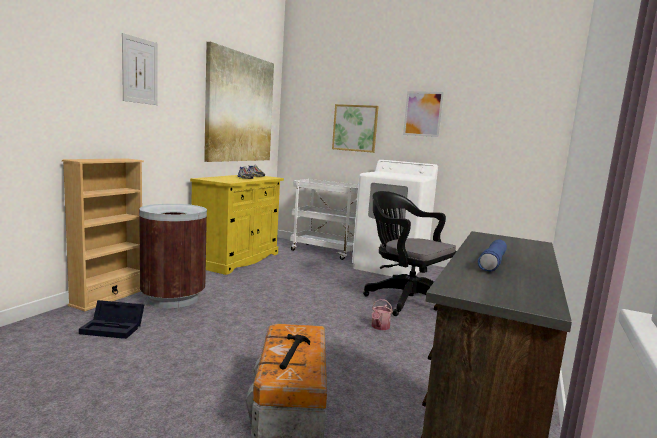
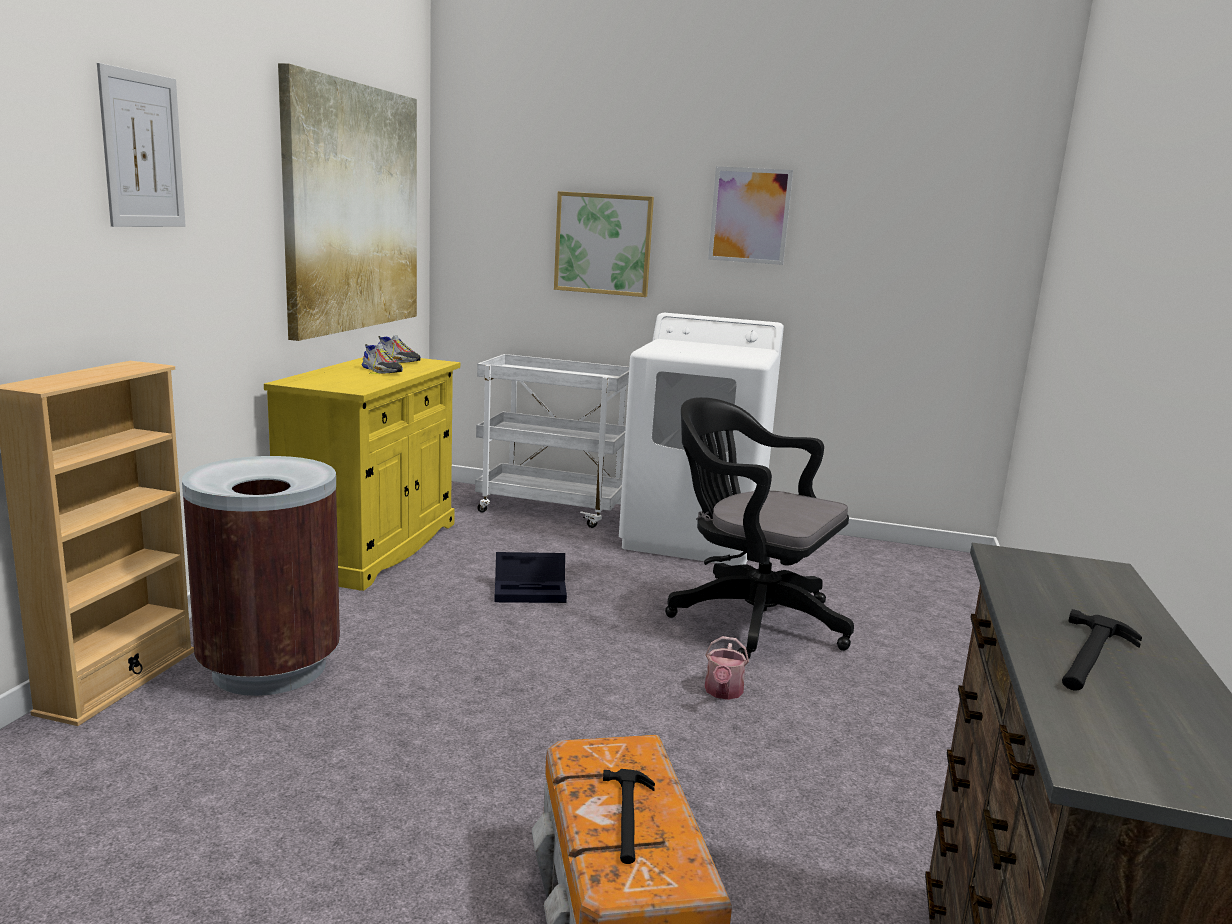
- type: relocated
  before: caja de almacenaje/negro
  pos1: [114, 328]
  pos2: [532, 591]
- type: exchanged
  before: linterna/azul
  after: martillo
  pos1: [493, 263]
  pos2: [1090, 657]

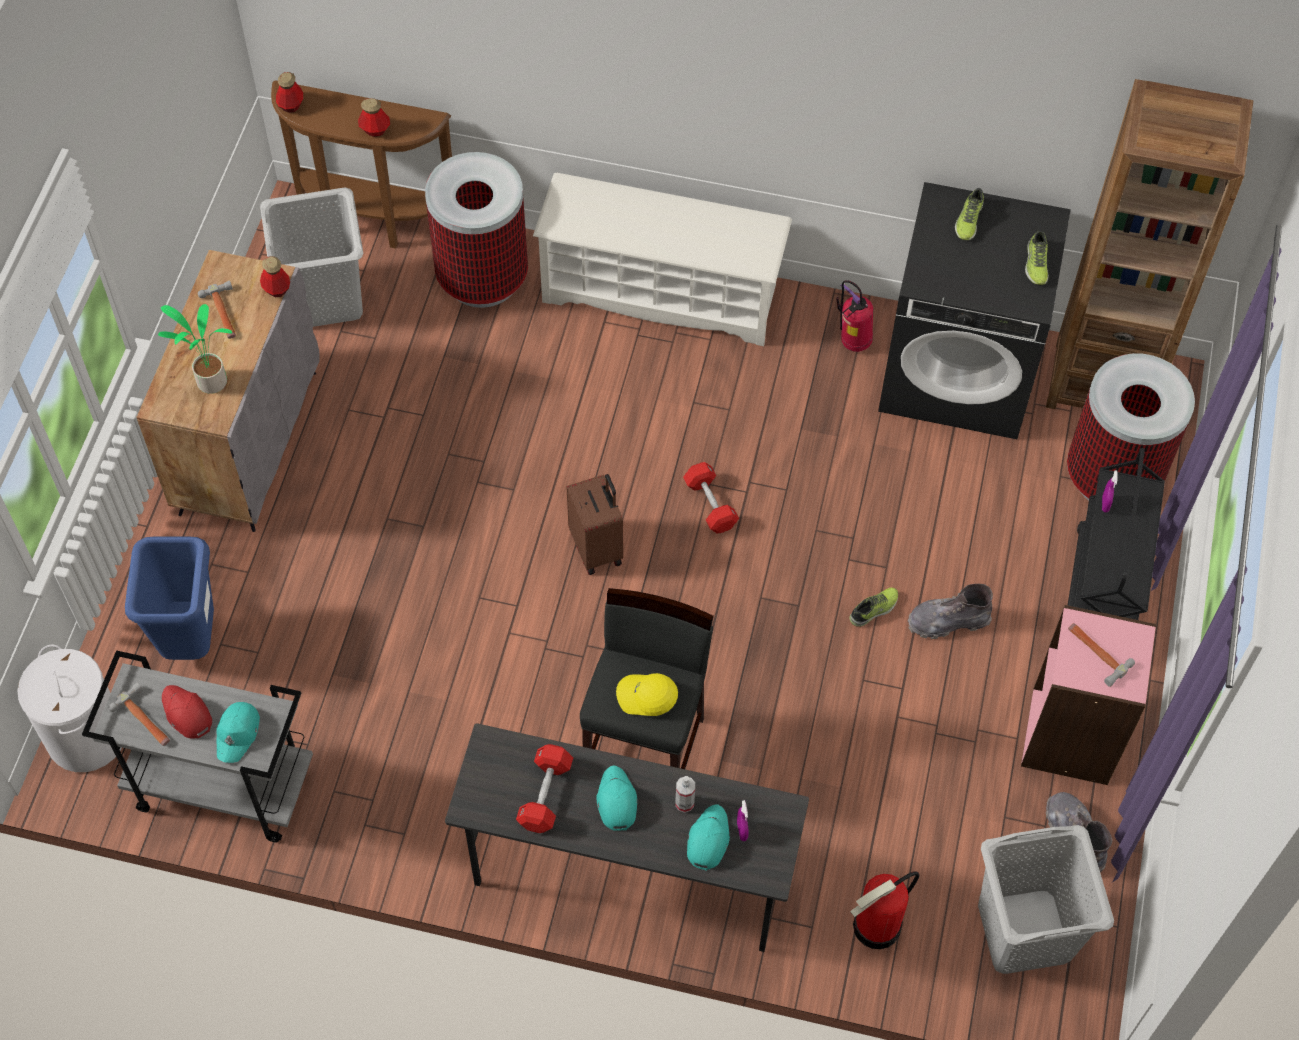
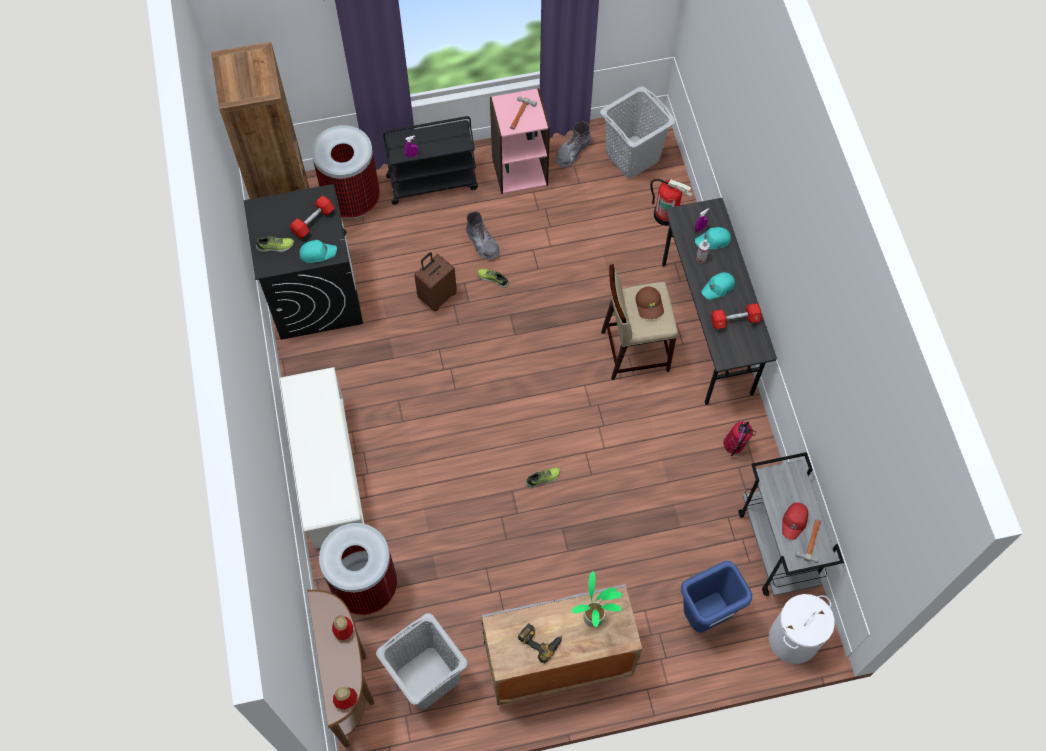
- type: missing
  before: botella
  pos1: [276, 289]
- type: relocated
  before: gorra/turquesa
  pos1: [238, 733]
  pos2: [317, 253]
- type: relocated
  before: maleta/marrón
  pos1: [597, 548]
  pos2: [437, 296]
- type: relocated
  before: mancuerna/rojo
  pos1: [710, 504]
  pos2: [313, 221]
- type: relocated
  before: extintor
  pos1: [852, 343]
  pos2: [734, 447]
- type: relocated
  before: zapato
  pos1: [1036, 263]
  pos2: [543, 479]
- type: exchanged
  before: martillo
  after: taladro
  pos1: [223, 314]
  pos2: [540, 640]
- type: colour
  before: taburete/negro
  after: taburete/beis
  pos1: [645, 749]
  pos2: [634, 350]
- type: colour
  before: gorra/amarillo
  after: gorra/marrón
  pos1: [646, 697]
  pos2: [650, 305]

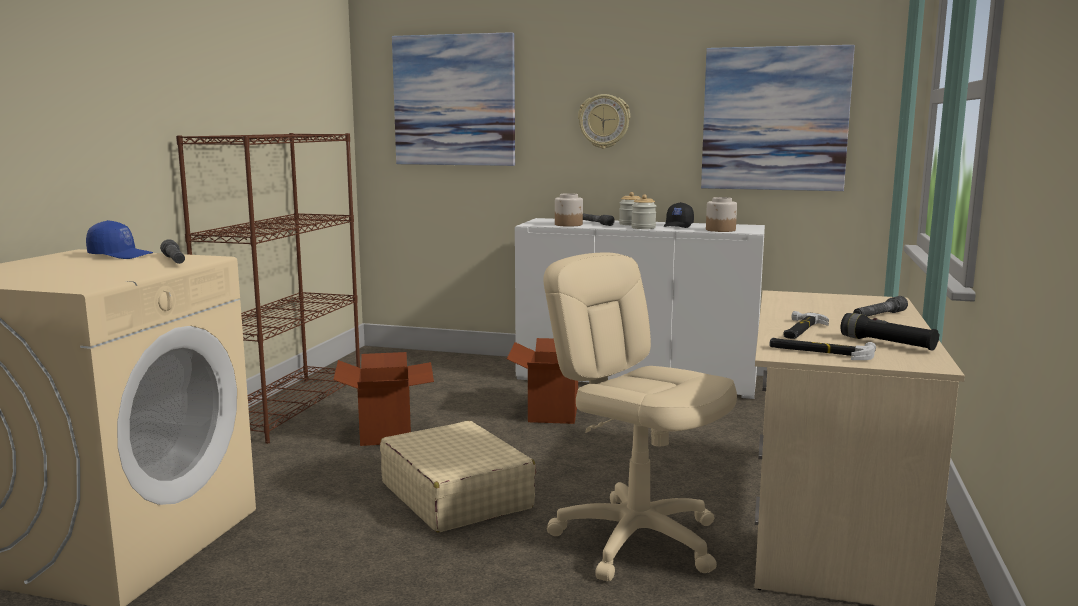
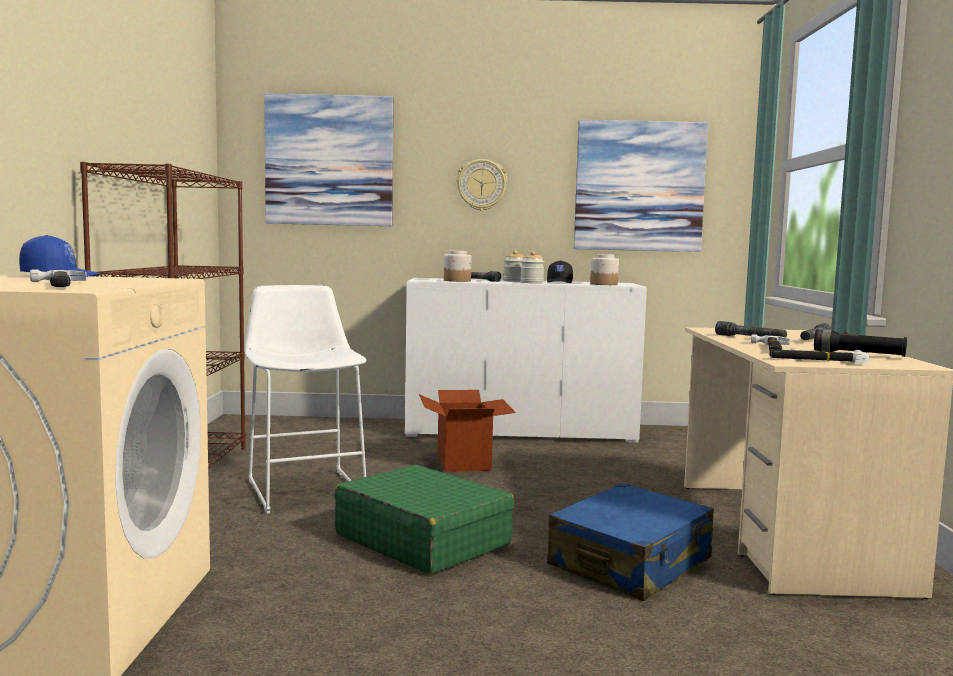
- type: appeared
  after: martillo
  pos2: [58, 284]
- type: relocated
  before: linterna/gris
  pos1: [174, 261]
  pos2: [750, 338]
- type: exchanged
  before: caja de cartón
  after: taburete/blanco
  pos1: [387, 432]
  pos2: [305, 488]
- type: exchanged
  before: silla de oficina/beis
  after: maleta/azul
  pos1: [637, 540]
  pos2: [630, 563]
- type: colour
  before: maleta/beis
  after: maleta/verde
  pos1: [456, 495]
  pos2: [422, 539]

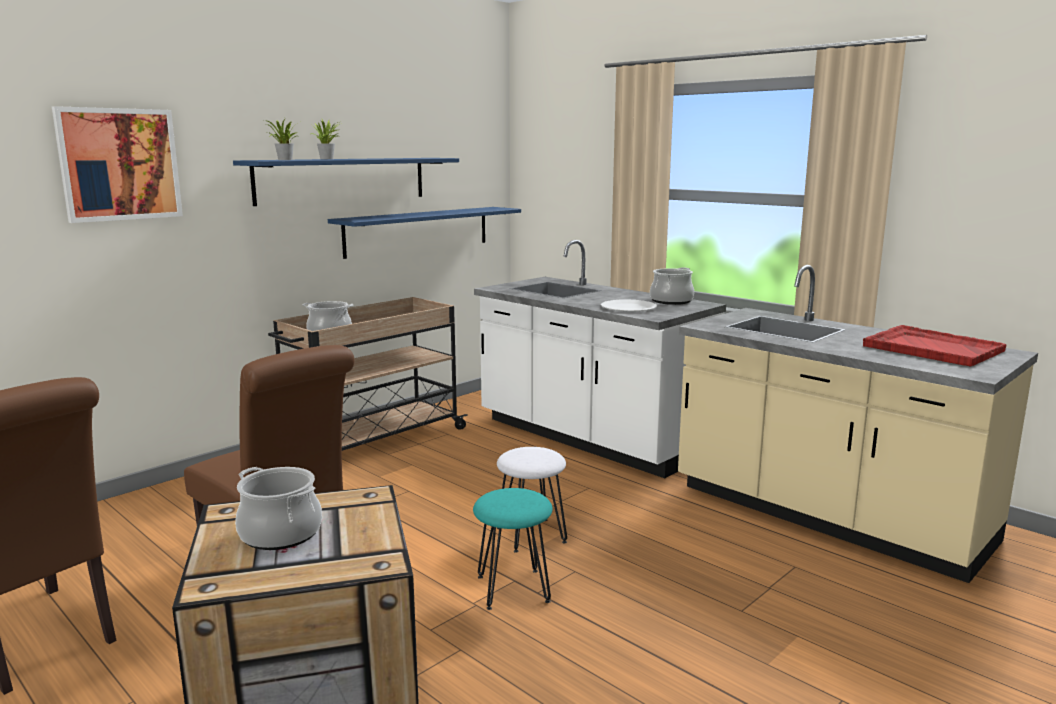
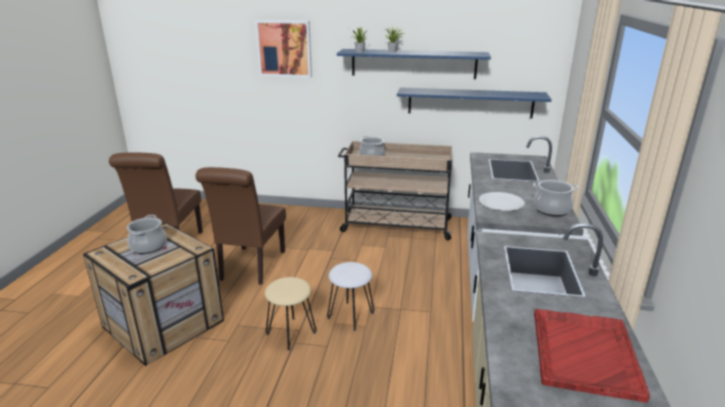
- type: colour
  before: taburete/turquesa
  after: taburete/beis
  pos1: [513, 588]
  pos2: [291, 333]

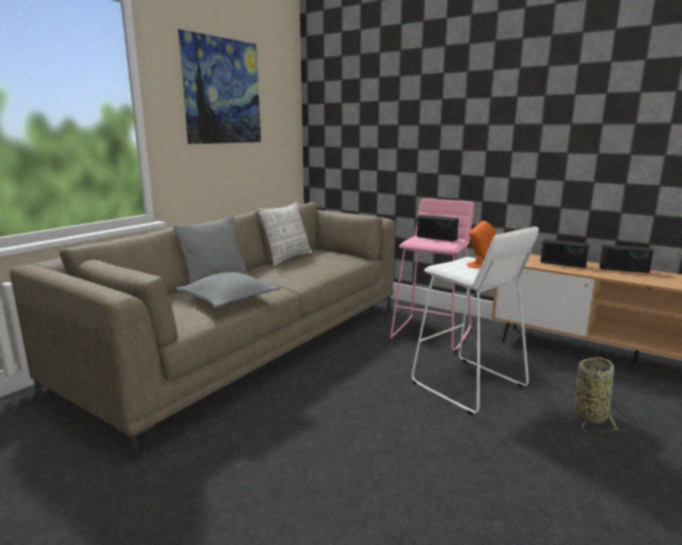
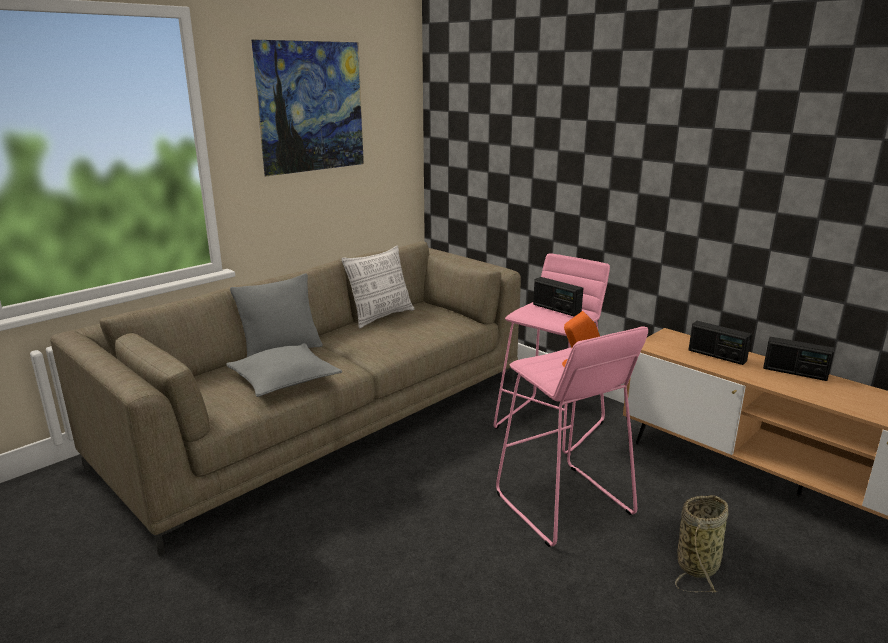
- type: colour
  before: taburete/blanco
  after: taburete/rosa
  pos1: [467, 385]
  pos2: [562, 504]

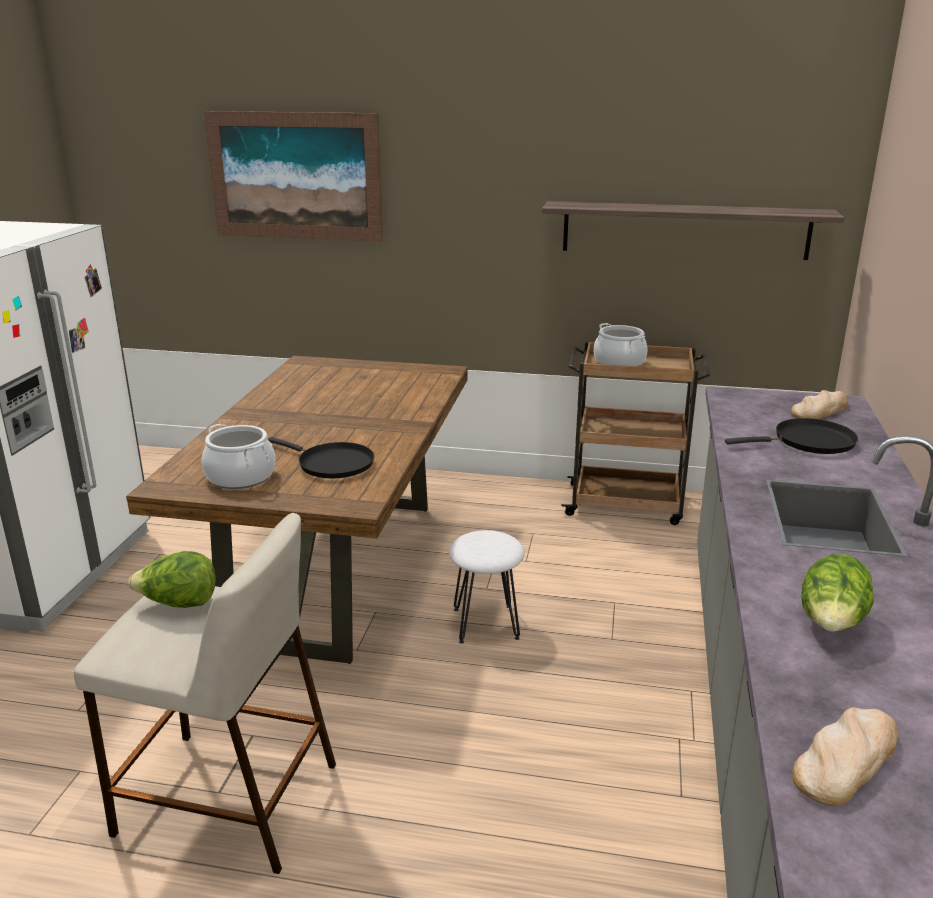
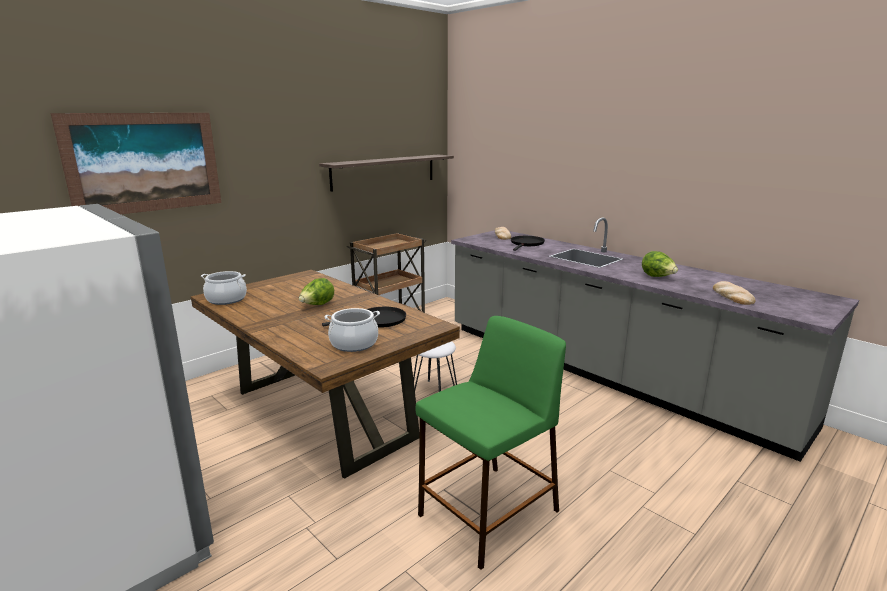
- type: relocated
  before: lechuga
  pos1: [179, 604]
  pos2: [317, 305]
- type: relocated
  before: olla
  pos1: [619, 363]
  pos2: [226, 299]
- type: colour
  before: taburete/beis
  after: taburete/verde
  pos1: [224, 799]
  pos2: [488, 514]

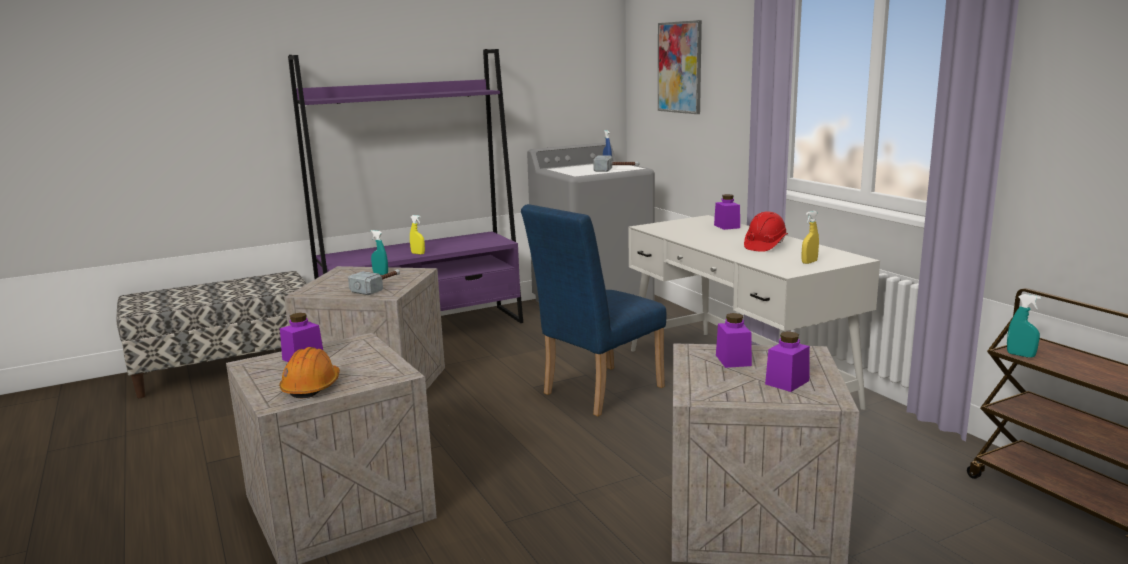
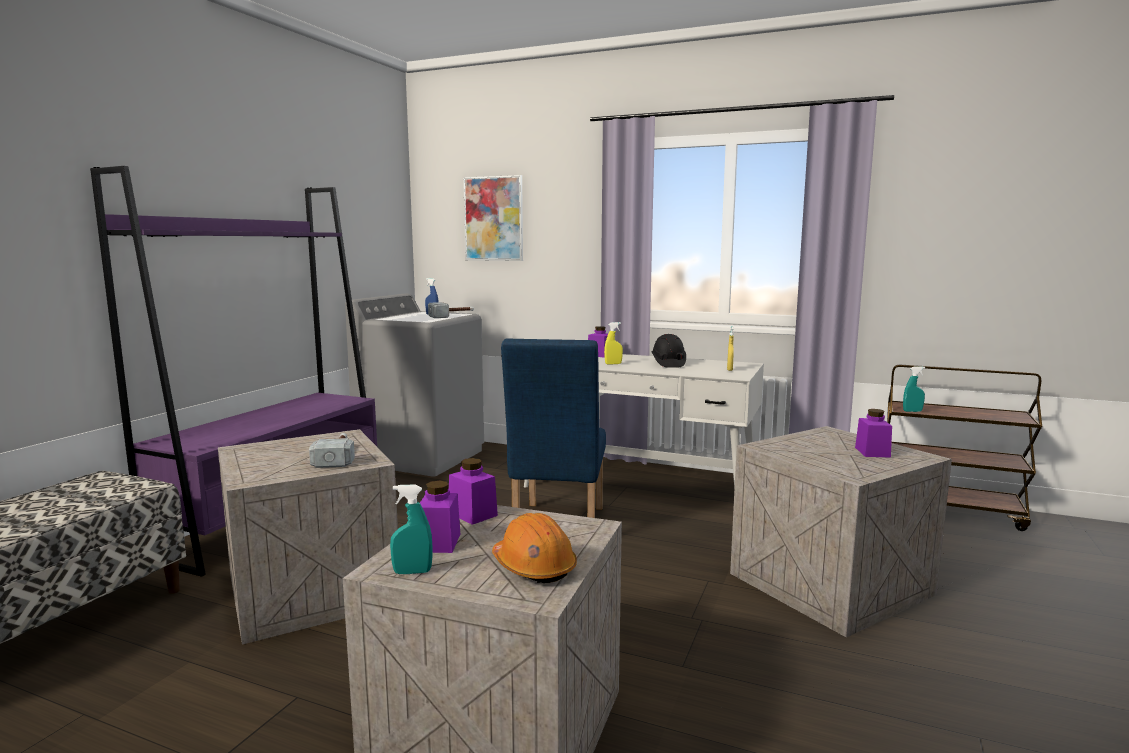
- type: relocated
  before: pulverizador/turquesa
  pos1: [380, 274]
  pos2: [412, 572]
- type: relocated
  before: pulverizador/amarillo
  pos1: [418, 253]
  pos2: [613, 364]
- type: relocated
  before: tarro/morado
  pos1: [733, 360]
  pos2: [472, 514]
- type: colour
  before: casco/rojo
  after: casco/negro
  pos1: [765, 246]
  pos2: [668, 364]

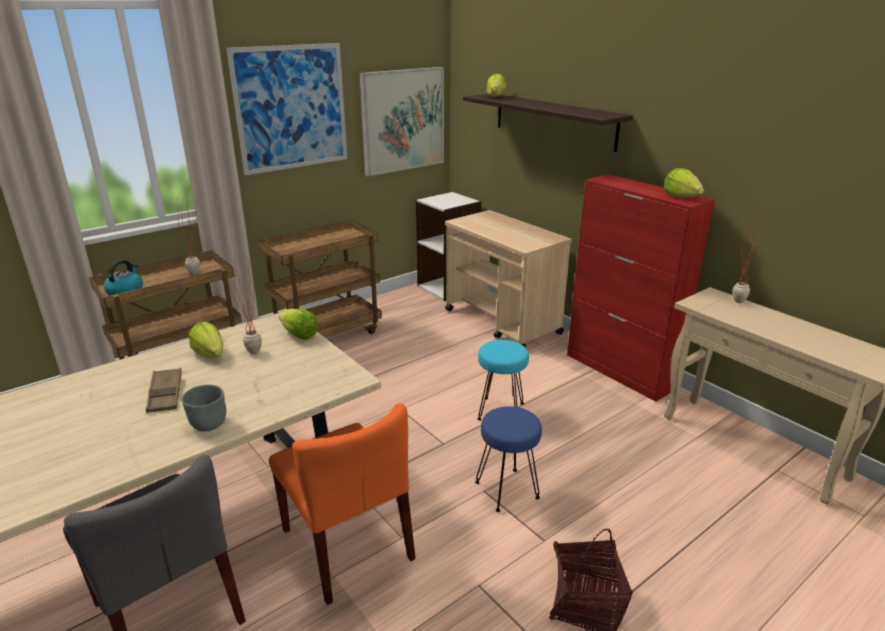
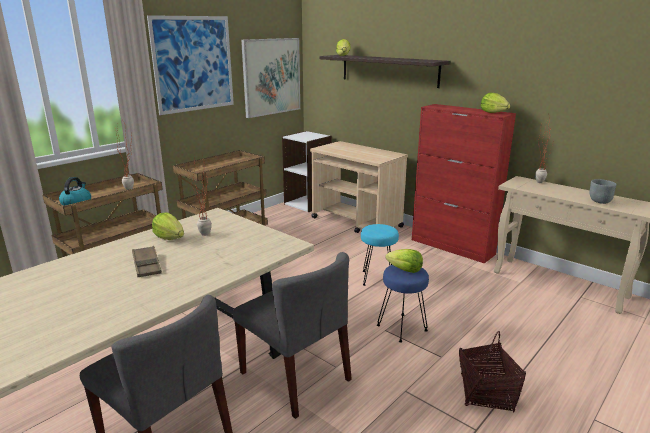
- type: relocated
  before: cuenco/gris
  pos1: [208, 425]
  pos2: [599, 202]
- type: relocated
  before: lechuga
  pos1: [299, 335]
  pos2: [405, 270]
- type: colour
  before: silla/naranja
  after: silla/gris
  pos1: [348, 544]
  pos2: [296, 376]

